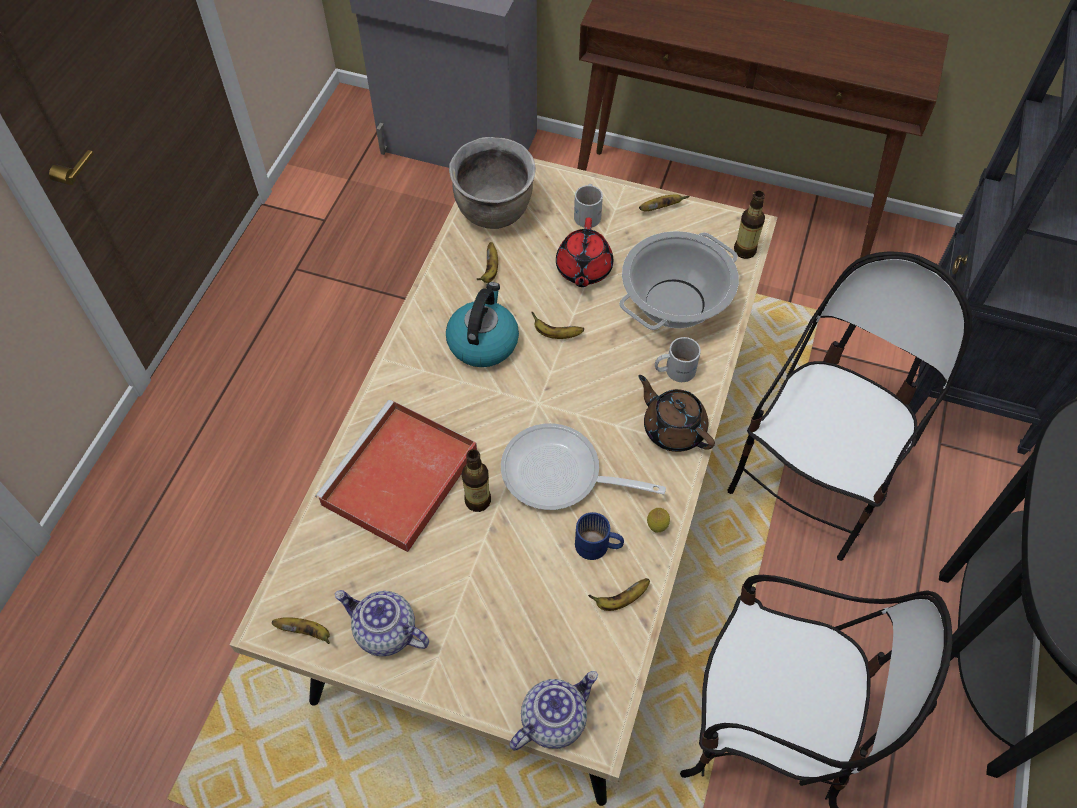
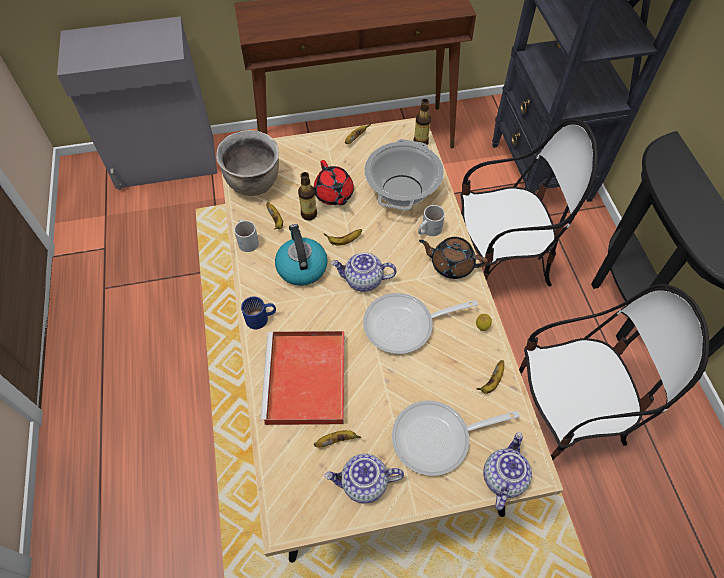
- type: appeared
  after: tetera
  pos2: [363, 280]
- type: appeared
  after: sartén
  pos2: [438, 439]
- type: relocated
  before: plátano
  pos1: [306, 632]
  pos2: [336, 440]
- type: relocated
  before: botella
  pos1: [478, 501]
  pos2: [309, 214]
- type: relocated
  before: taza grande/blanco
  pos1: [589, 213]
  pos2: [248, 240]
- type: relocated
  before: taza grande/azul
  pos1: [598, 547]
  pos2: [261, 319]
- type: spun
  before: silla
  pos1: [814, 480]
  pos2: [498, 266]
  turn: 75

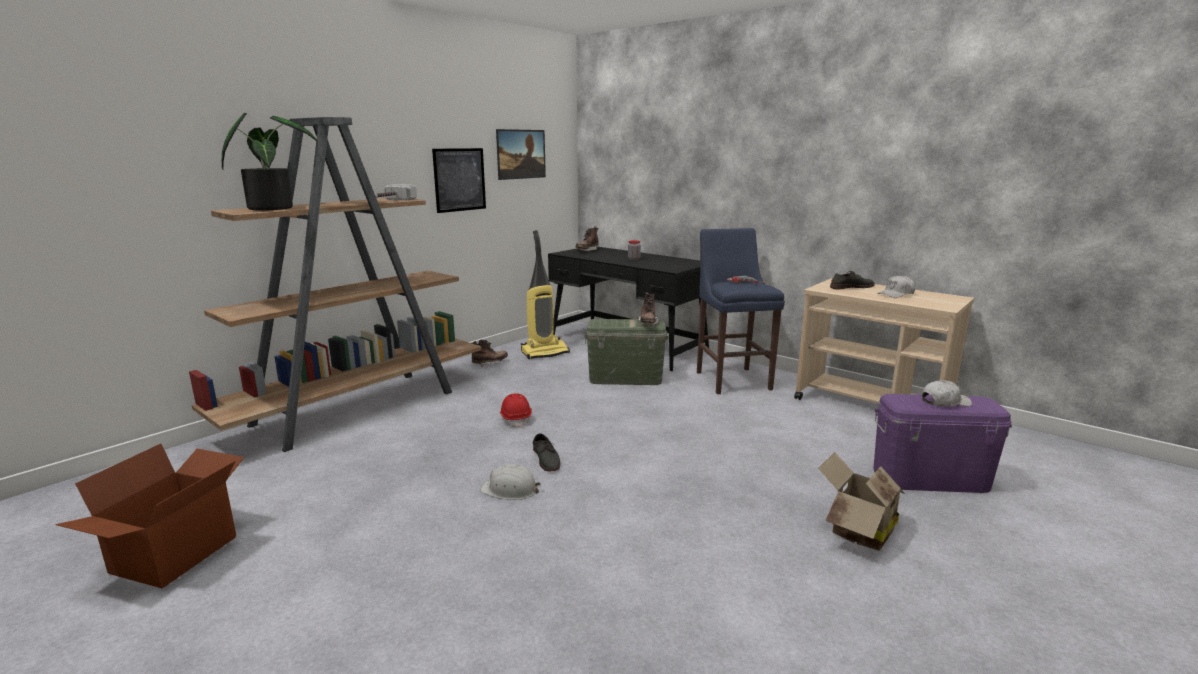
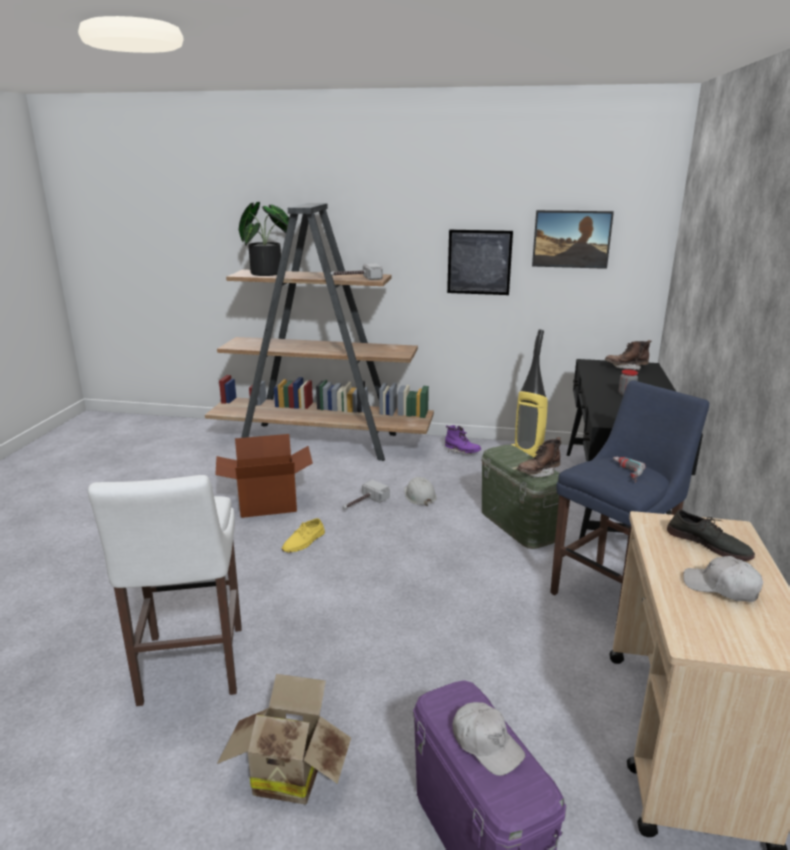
- type: appeared
  after: taburete/blanco
  pos2: [190, 669]
- type: relocated
  before: caja de cartón
  pos1: [176, 555]
  pos2: [267, 504]
- type: relocated
  before: casco/blanco
  pos1: [510, 489]
  pos2: [419, 496]
- type: exchanged
  before: casco/rojo
  after: martillo
  pos1: [515, 419]
  pos2: [363, 503]
- type: colour
  before: bota/marrón
  after: bota/morado
  pos1: [490, 363]
  pos2: [462, 452]
- type: colour
  before: zapato/gris
  after: zapato/amarillo
  pos1: [546, 459]
  pos2: [304, 541]

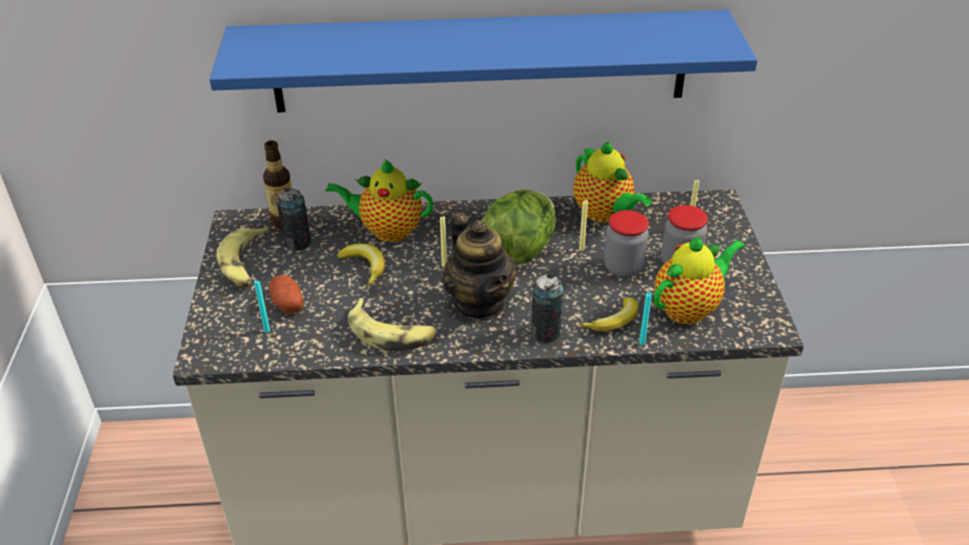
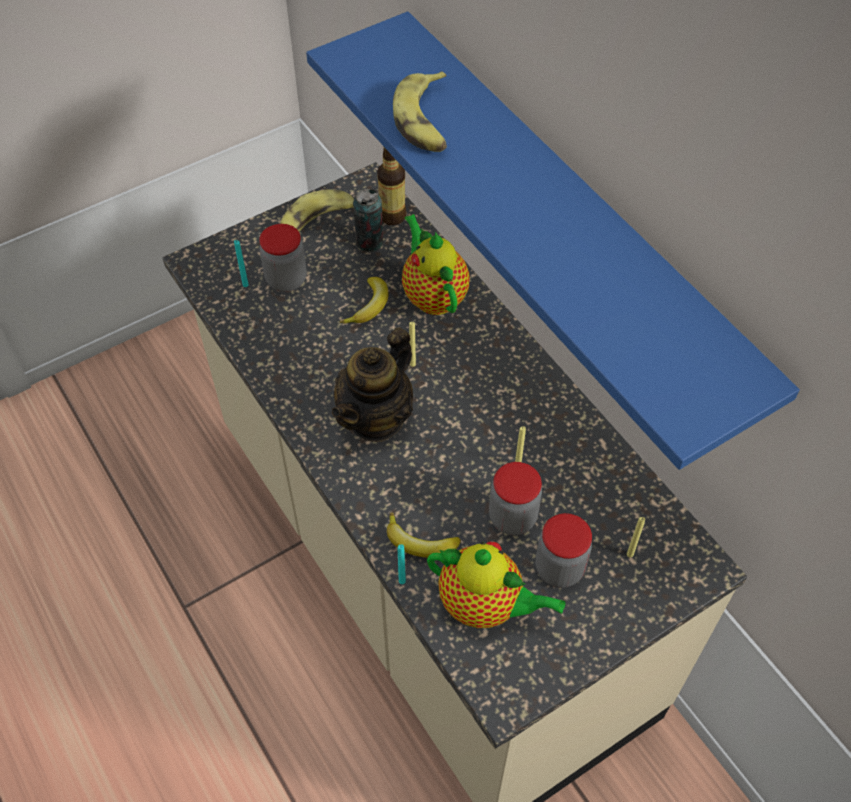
- type: missing
  before: lechuga
  pos1: [518, 251]
- type: missing
  before: lata
  pos1: [545, 333]
- type: missing
  before: tetera
  pos1: [604, 214]
- type: relocated
  before: plátano
  pos1: [392, 333]
  pos2: [425, 121]
- type: exchanged
  before: patata
  after: tarro
  pos1: [287, 303]
  pos2: [286, 279]

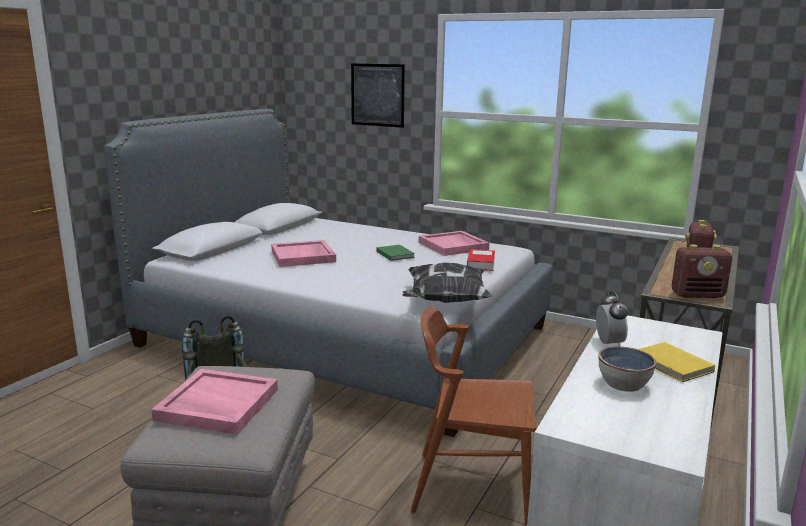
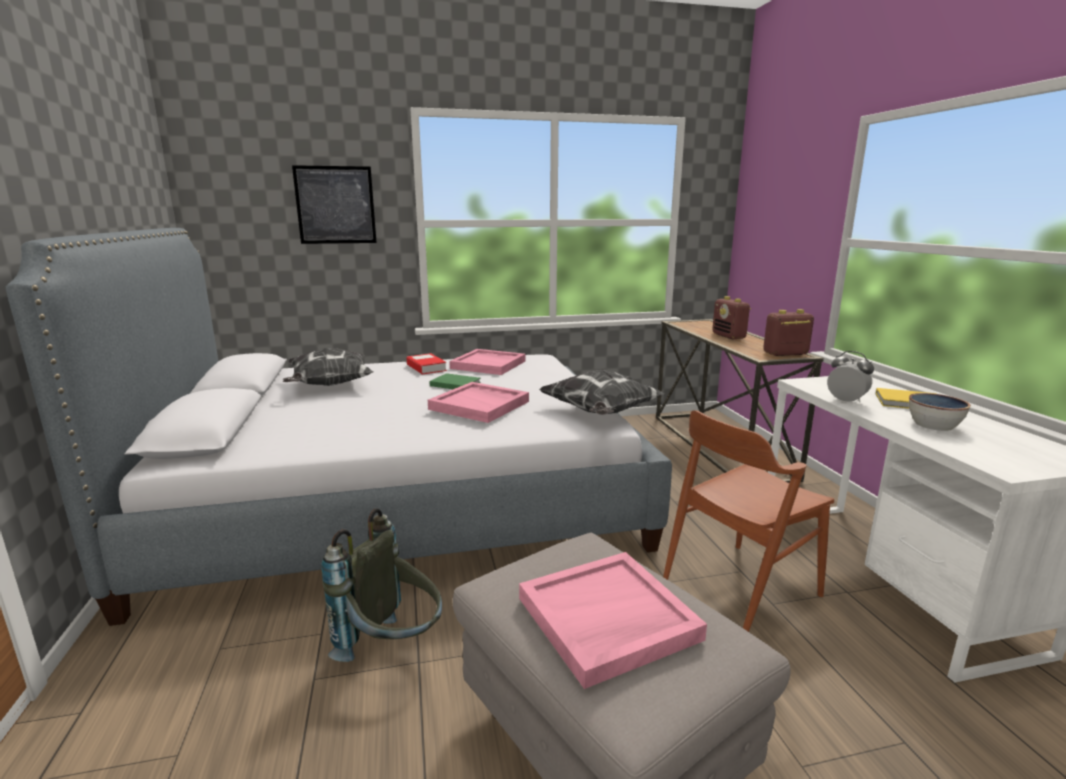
- type: appeared
  after: cojín
  pos2: [329, 386]
- type: relocated
  before: bandeja/rosa
  pos1: [303, 256]
  pos2: [480, 405]
- type: relocated
  before: libro
  pos1: [481, 264]
  pos2: [426, 368]
- type: spun
  before: radio
  pos1: [698, 295]
  pos2: [785, 354]
  turn: -150

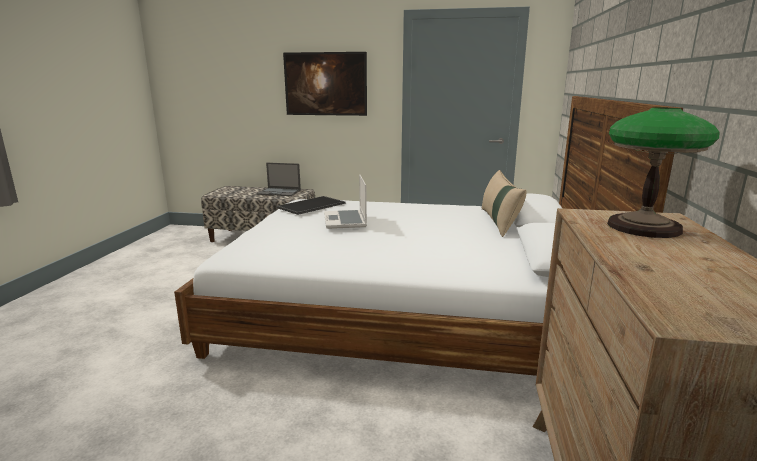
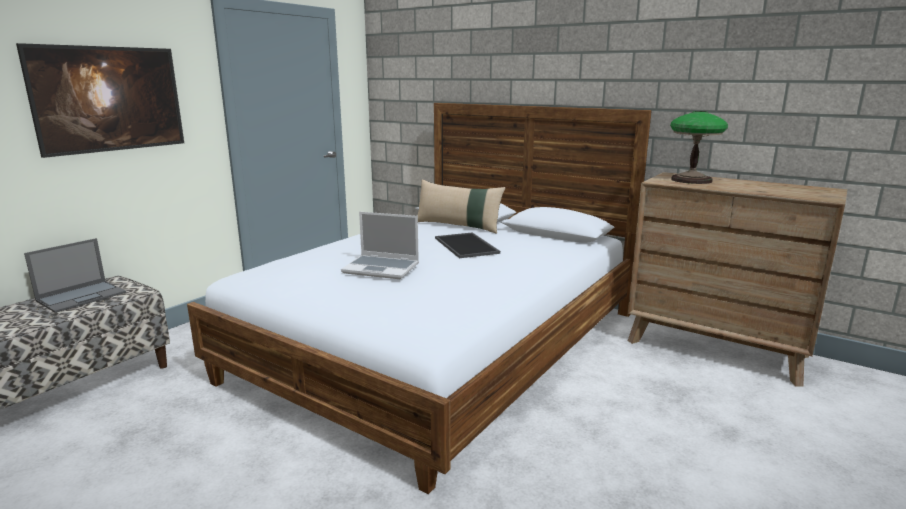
- type: relocated
  before: bandeja
  pos1: [311, 206]
  pos2: [467, 245]

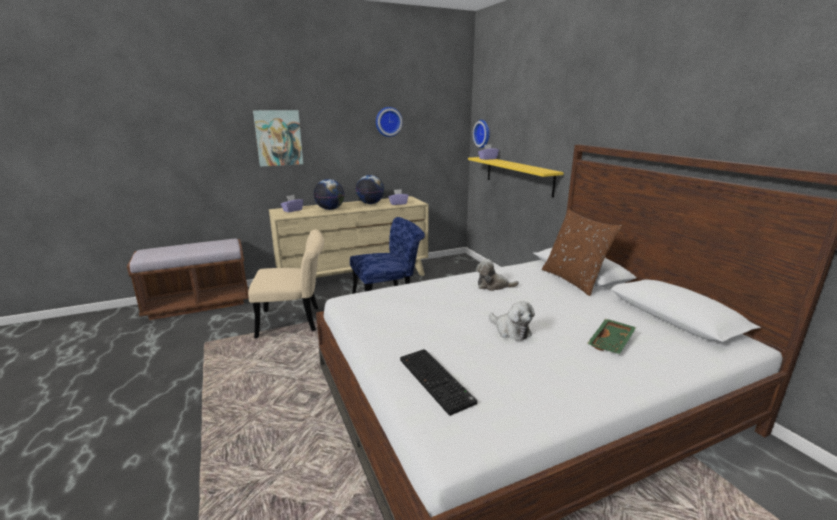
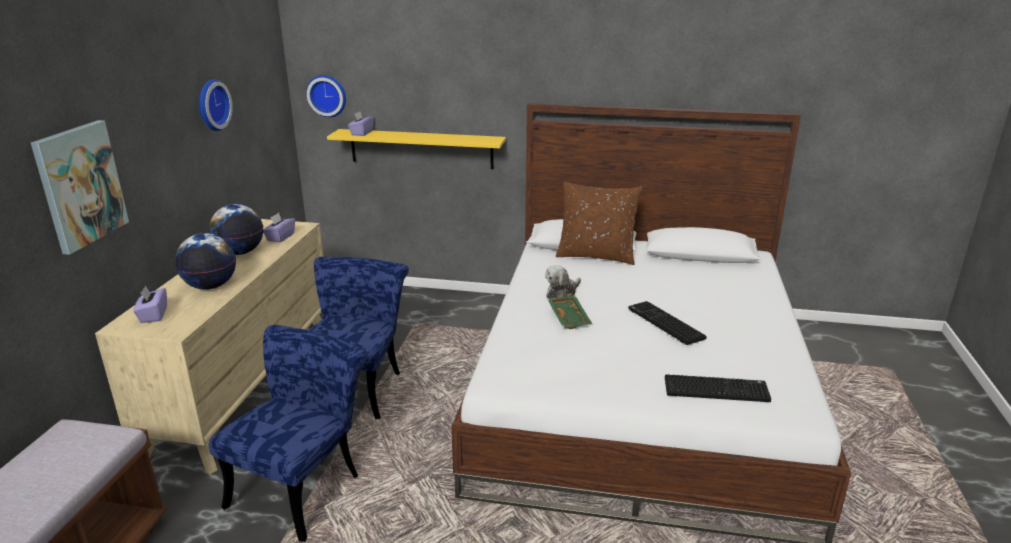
- type: relocated
  before: bandeja/verde
  pos1: [612, 342]
  pos2: [570, 317]
- type: exchanged
  before: peluche
  after: teclado
  pos1: [510, 331]
  pos2: [664, 323]
- type: colour
  before: silla/beis
  after: silla/azul
  pos1: [295, 321]
  pos2: [303, 485]

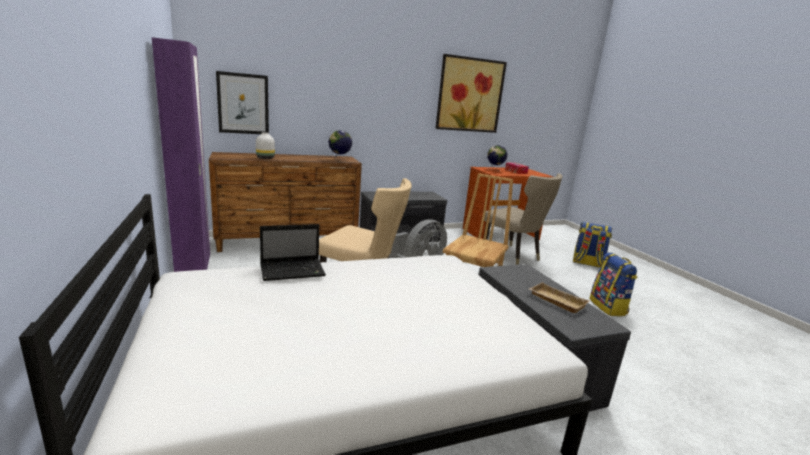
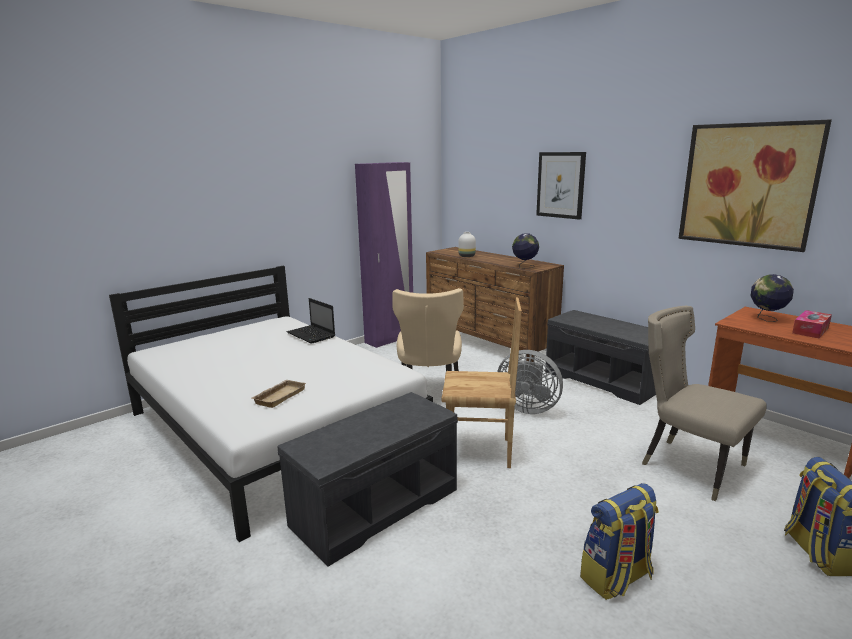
- type: relocated
  before: cuadro
  pos1: [243, 104]
  pos2: [561, 185]
- type: relocated
  before: bandeja/beis
  pos1: [555, 301]
  pos2: [279, 396]
- type: spun
  before: silla/beis
  pos1: [513, 256]
  pos2: [688, 465]
  turn: 105

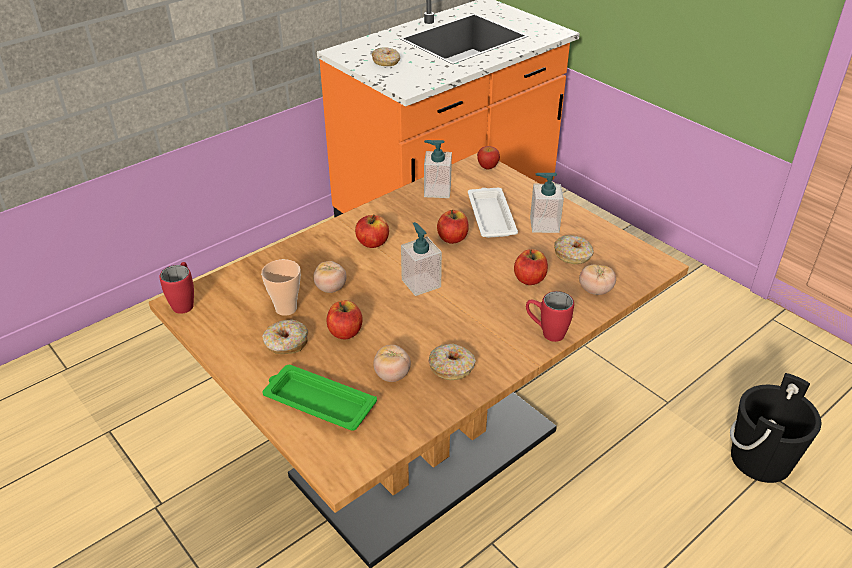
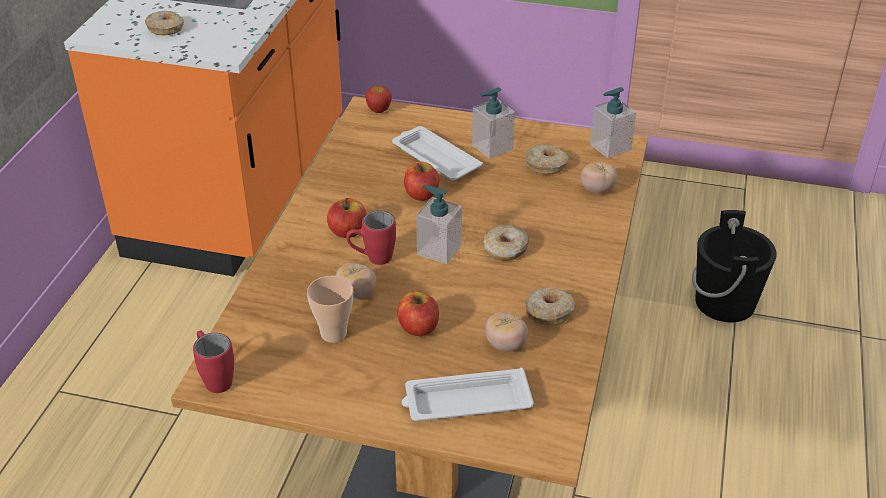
- type: missing
  before: manzana
  pos1: [529, 279]
- type: relocated
  before: rosquilla
  pos1: [286, 343]
  pos2: [505, 250]
- type: relocated
  before: dispensador de jabón
  pos1: [437, 191]
  pos2: [610, 147]
- type: relocated
  before: taza grande/rojo
  pos1: [546, 332]
  pos2: [372, 259]
- type: colour
  before: bandeja/verde
  after: bandeja/blanco
  pos1: [317, 402]
  pos2: [465, 402]

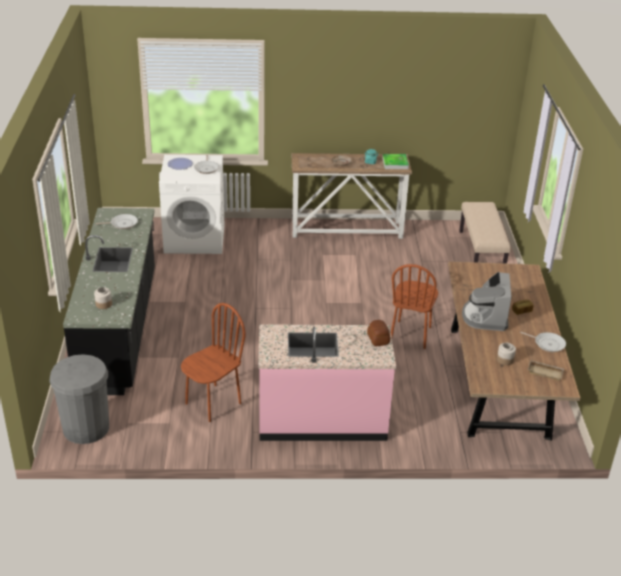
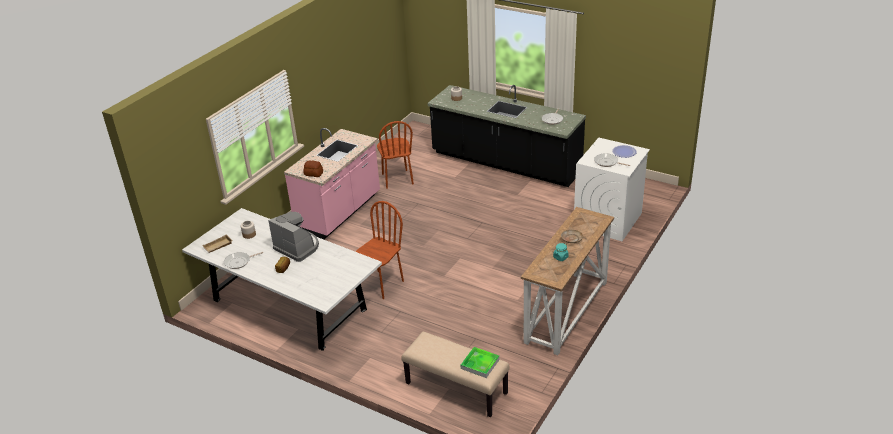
- type: missing
  before: papelera/gris
  pos1: [86, 428]
- type: relocated
  before: bandeja
  pos1: [395, 163]
  pos2: [480, 364]
- type: colour
  before: mesa de comedor/marrón
  after: mesa de comedor/blanco
  pos1: [498, 380]
  pos2: [289, 305]
- type: spun
  before: silla/marrón
  pos1: [410, 334]
  pos2: [381, 285]
  turn: 75

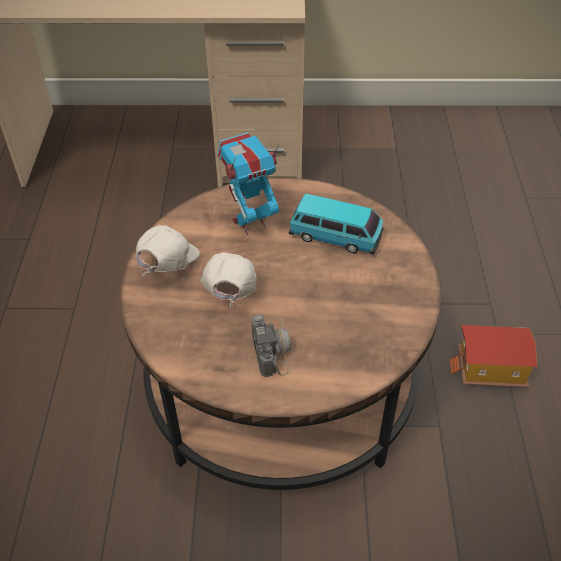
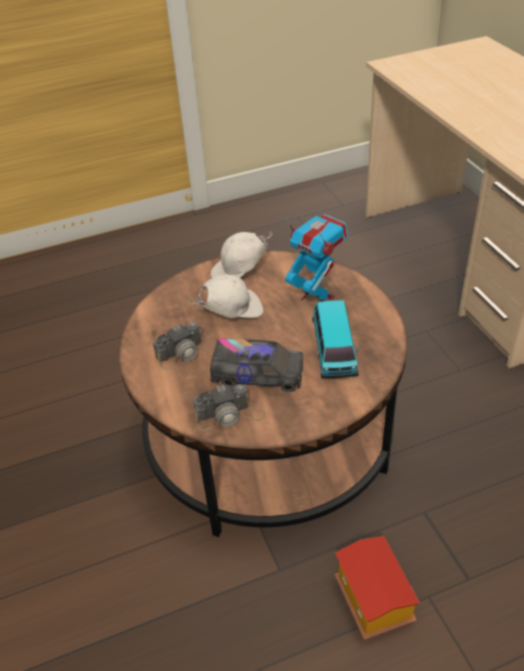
- type: appeared
  after: cámara
  pos2: [230, 416]
- type: appeared
  after: camión de juguete
  pos2: [257, 376]
- type: spun
  before: gorra/blanco
  pos1: [167, 265]
  pos2: [240, 272]
  turn: 150

